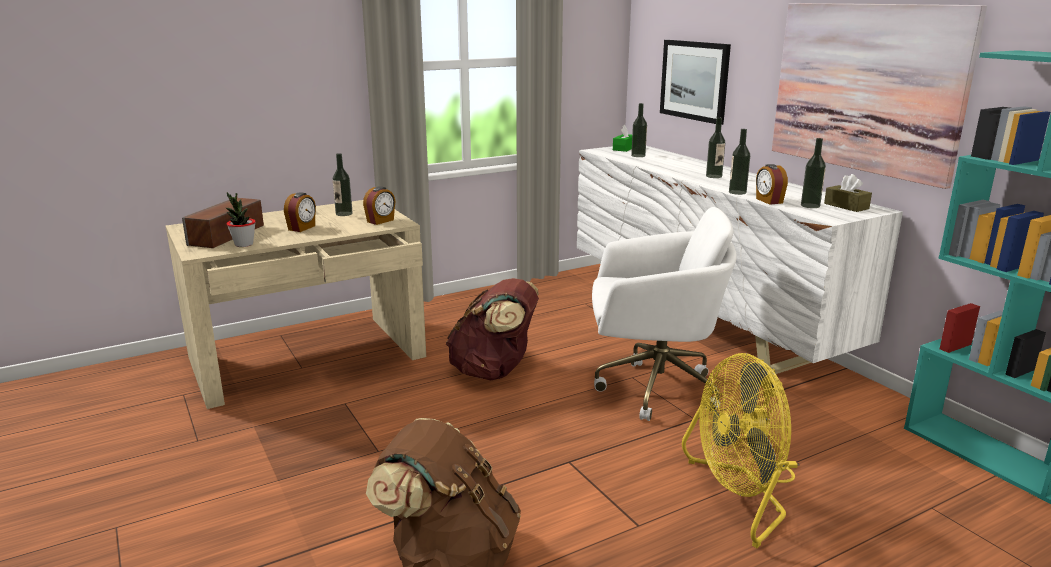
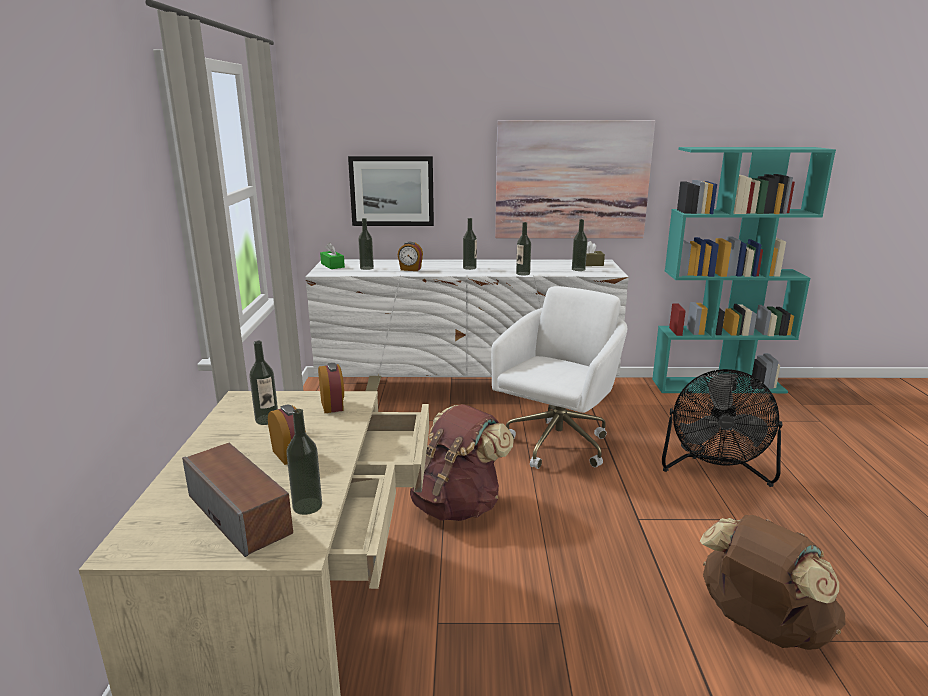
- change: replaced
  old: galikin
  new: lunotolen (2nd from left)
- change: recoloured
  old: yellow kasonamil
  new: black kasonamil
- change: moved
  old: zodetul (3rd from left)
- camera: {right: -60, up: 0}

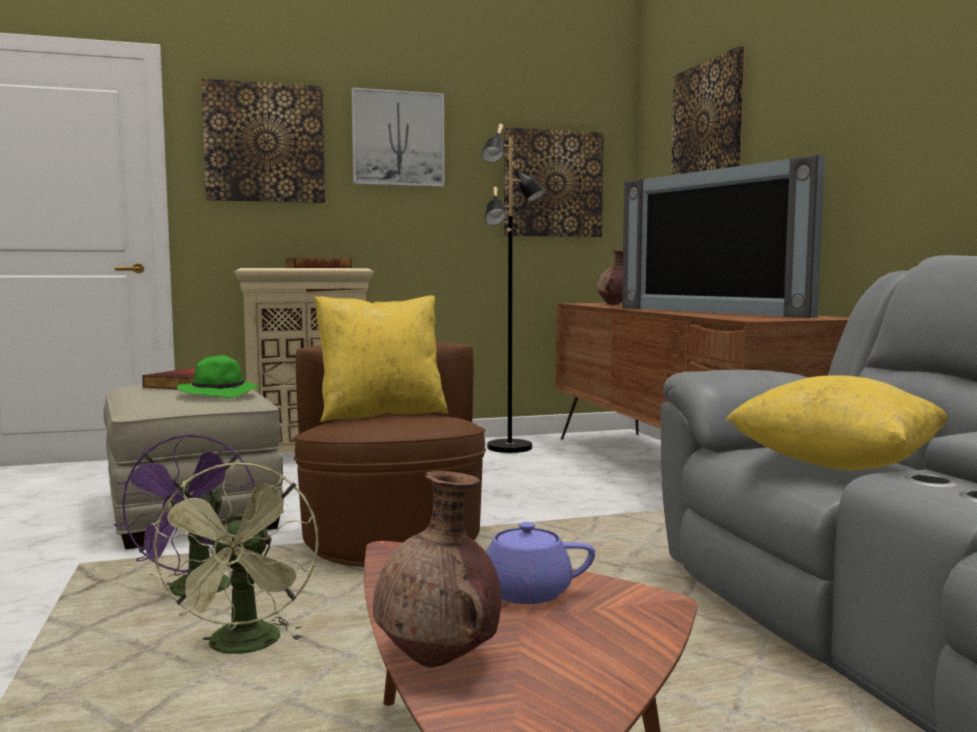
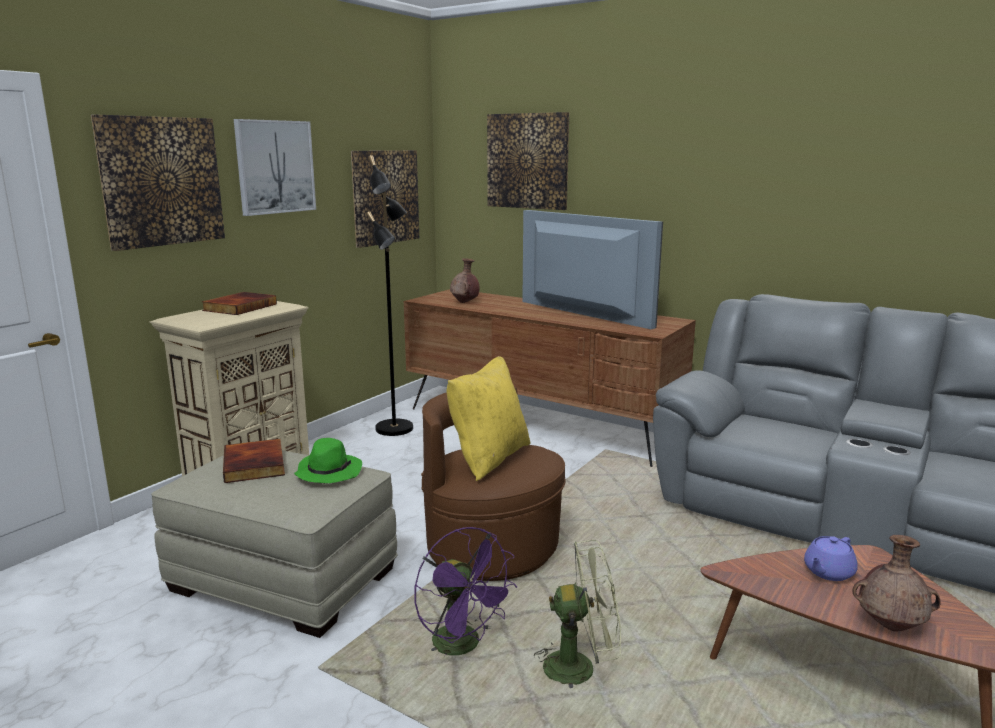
- change: turned
  old: green kasonamil
  degrees: -45
- change: turned
  old: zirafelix
  degrees: -150
- change: removed
  old: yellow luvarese (2nd from left)
- camera: {right: -40, up: 10}

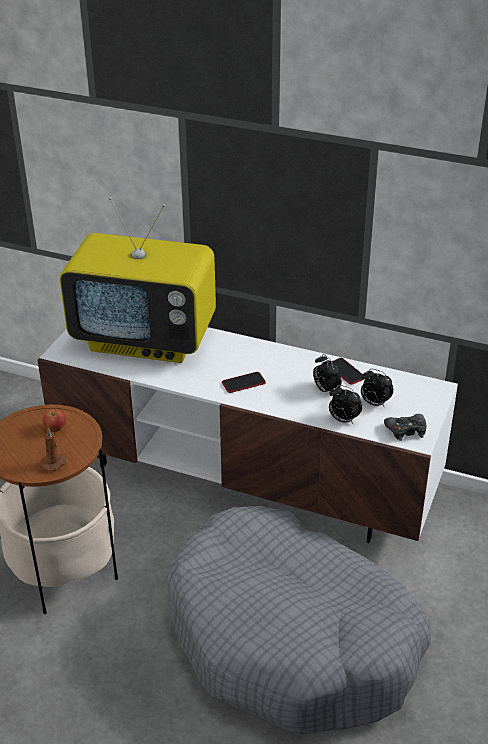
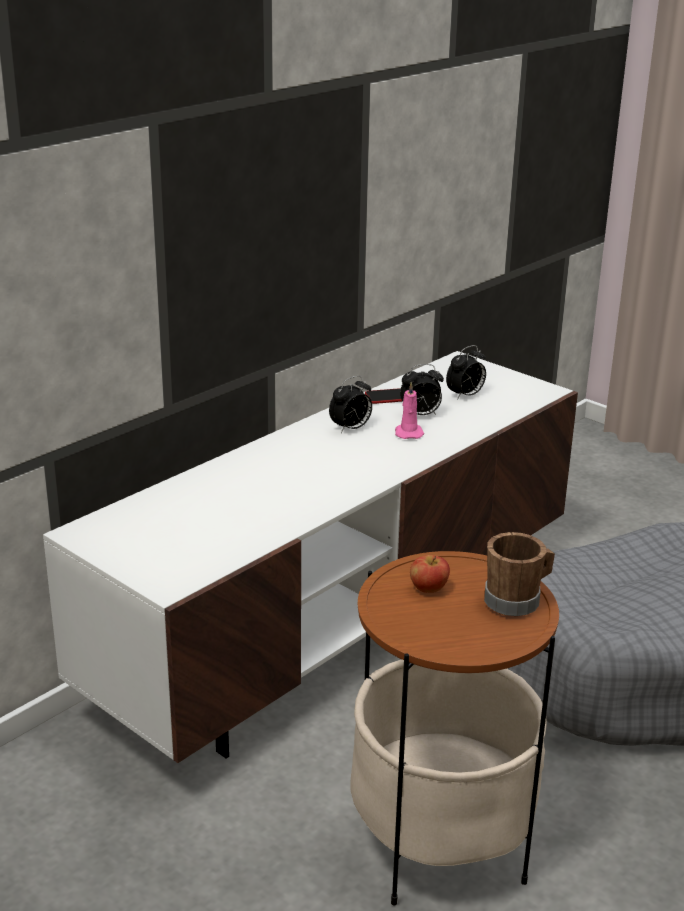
- change: replaced
  old: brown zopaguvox
  new: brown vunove
- change: removed
  old: zirafelix
- change: removed
  old: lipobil (1st from left)
- change: moved
  old: zodetul (2nd from left in the first image)
  new: zodetul (1st from left)
- change: removed
  old: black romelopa
- change: added
  new: pink zopaguvox
- camera: {right: -70, up: -10}

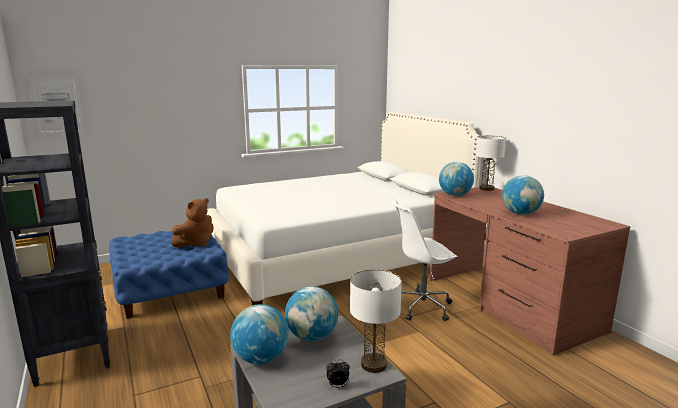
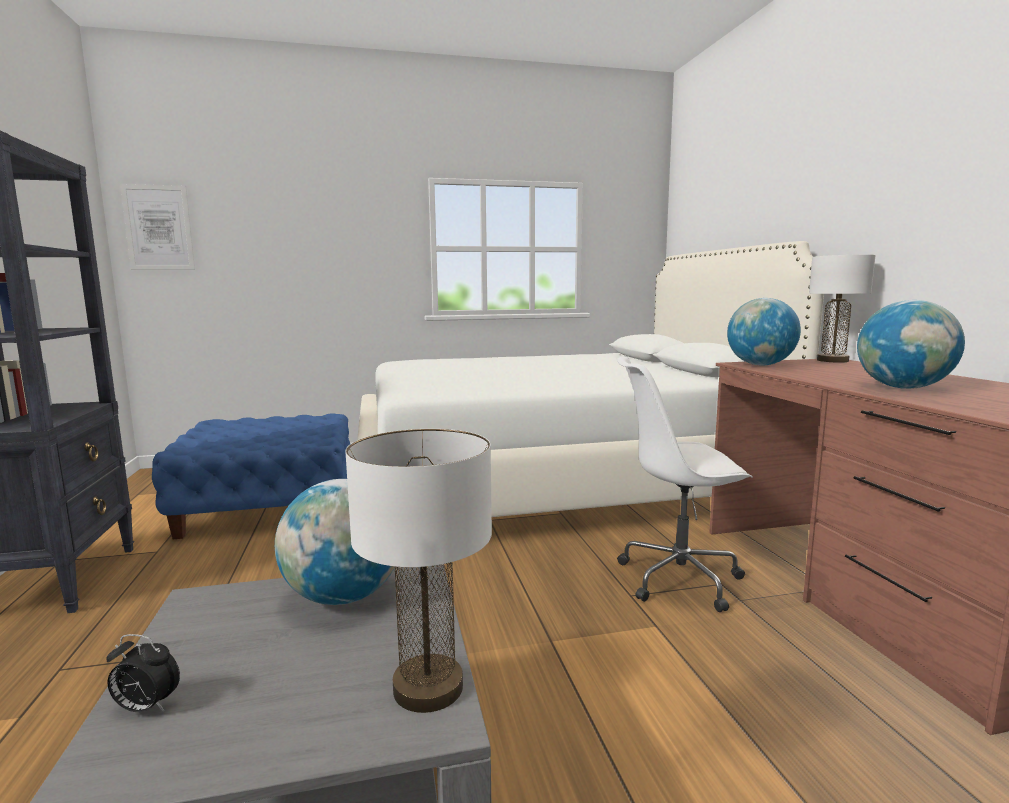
- change: removed
  old: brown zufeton
- change: removed
  old: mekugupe (1st from left)
- change: moved
  old: zodetul
- camera: {right: 15, up: -5}

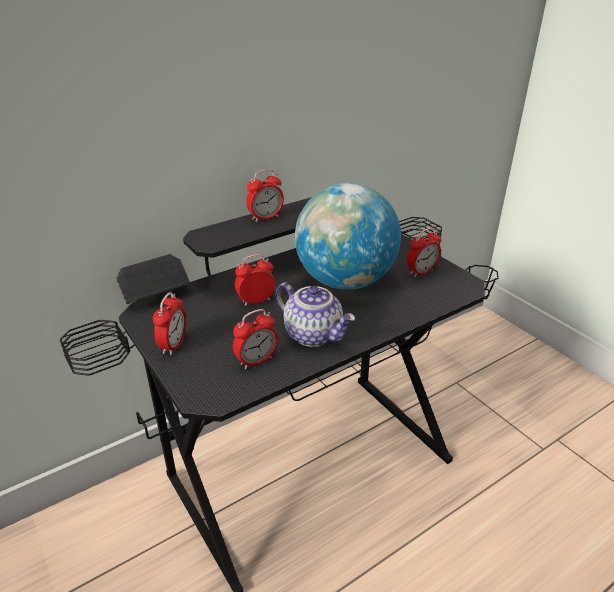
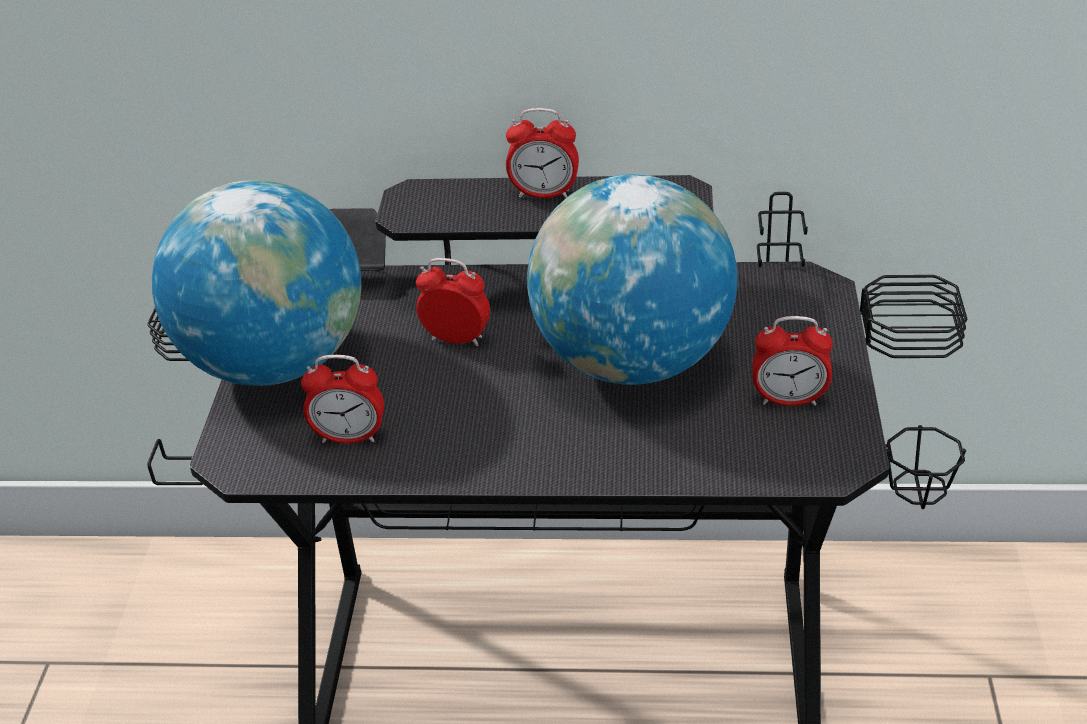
- change: replaced
  old: zodetul (1st from left)
  new: mekugupe (1st from left)
- change: removed
  old: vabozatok
- camera: {right: 40, up: 5}

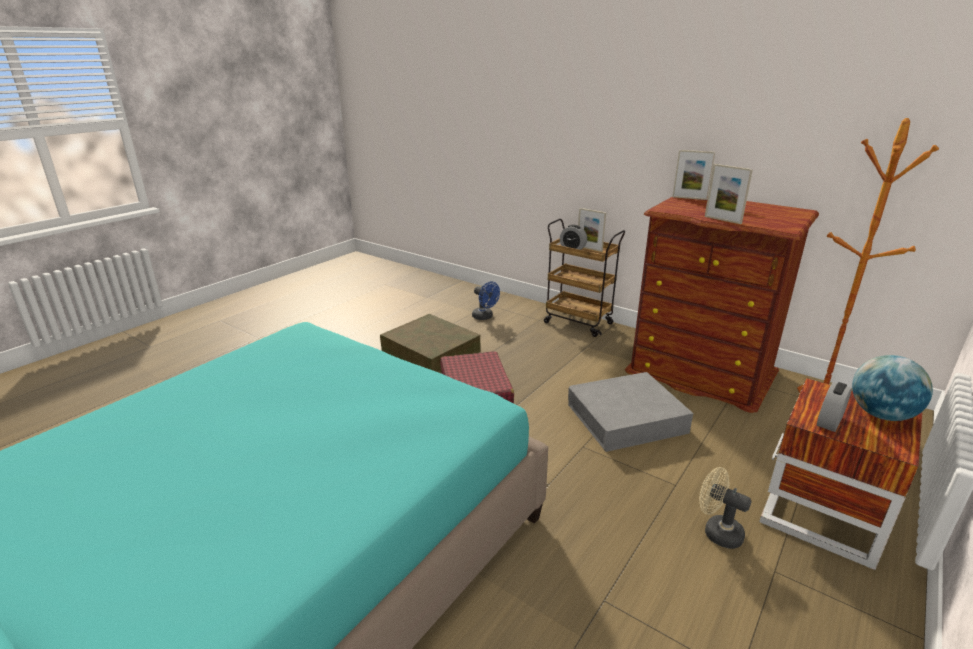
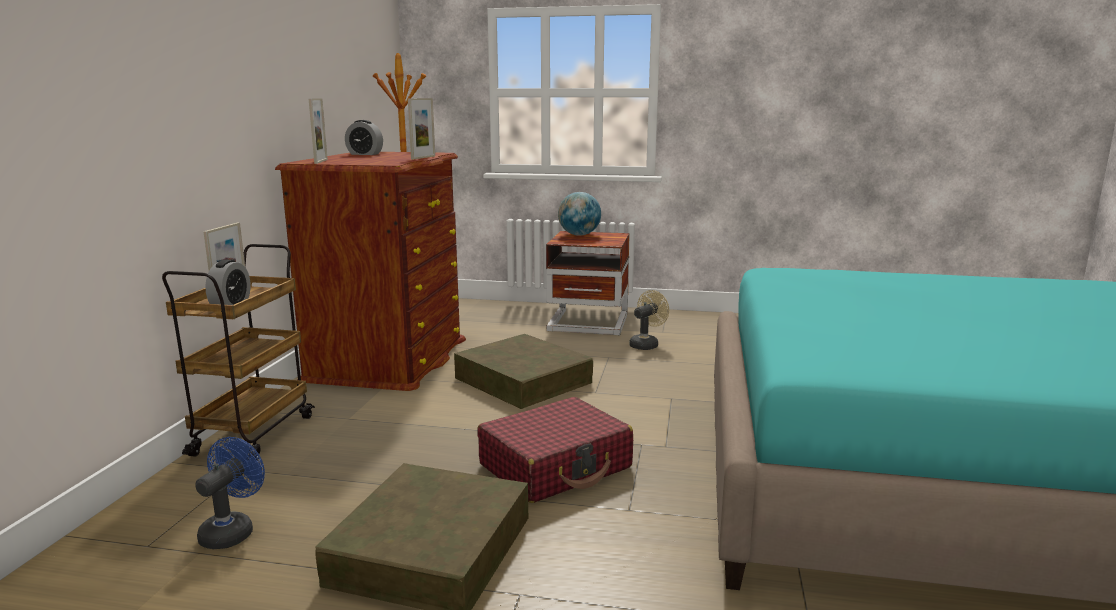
- change: recoloured
  old: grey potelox
  new: brown potelox (2nd from left)
- change: turned
  old: beige kasonamil
  degrees: -150
- change: moved
  old: zodetul (2nd from left)
- camera: {right: -115, up: -10}

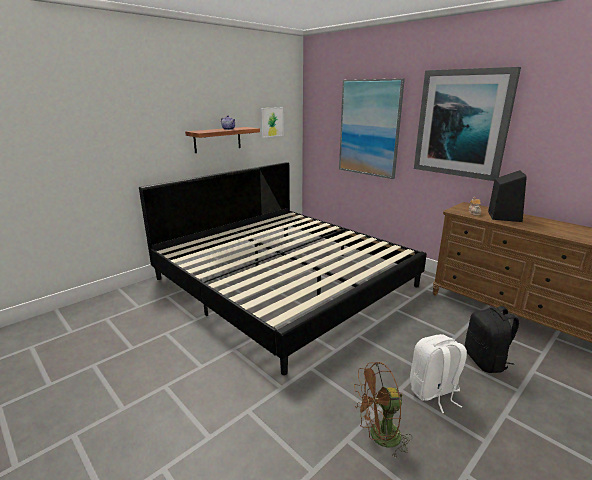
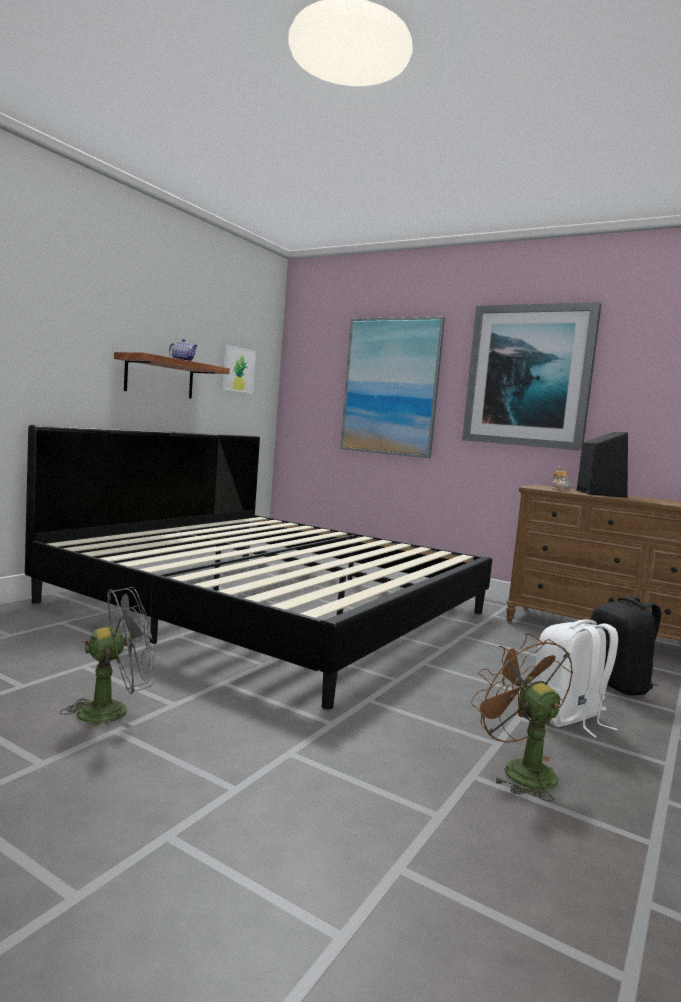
- change: turned
  old: brown kasonamil
  degrees: 90
- change: added
  new: grey kasonamil
- camera: {right: -15, up: -15}

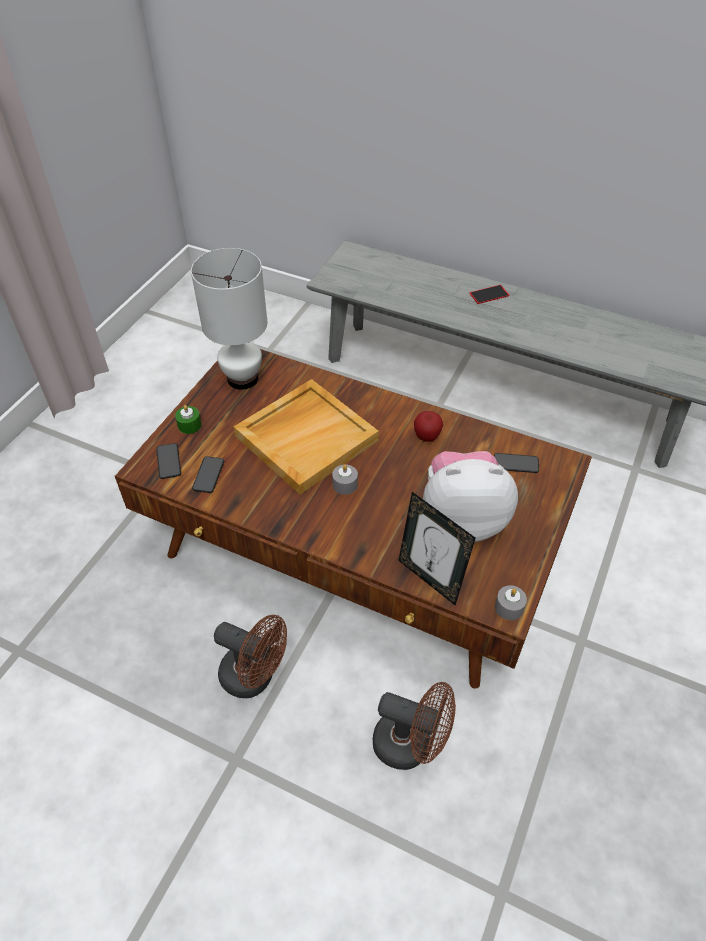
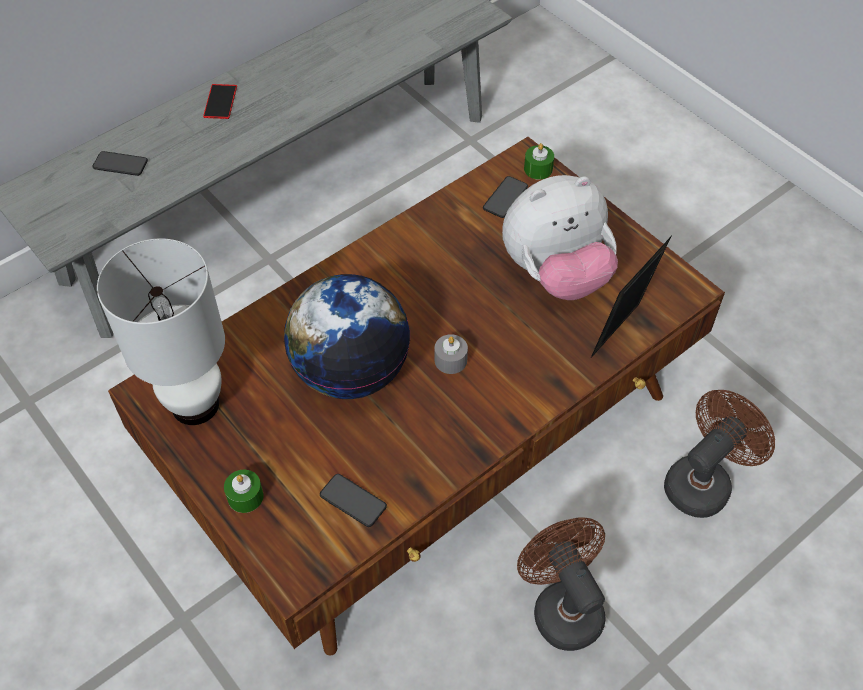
- change: moved
  old: lipobil (1st from left)
- change: turned
  old: brown kasonamil (1st from left)
  degrees: -75
- change: replaced
  old: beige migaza
  new: mekugupe
- change: turned
  old: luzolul
  degrees: 150
- change: removed
  old: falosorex
- change: turned
  old: zufeton
  degrees: -135
- change: removed
  old: grey zopaguvox (2nd from left)
- change: added
  new: green zopaguvox (2nd from left)
- camera: {right: -65, up: 5}

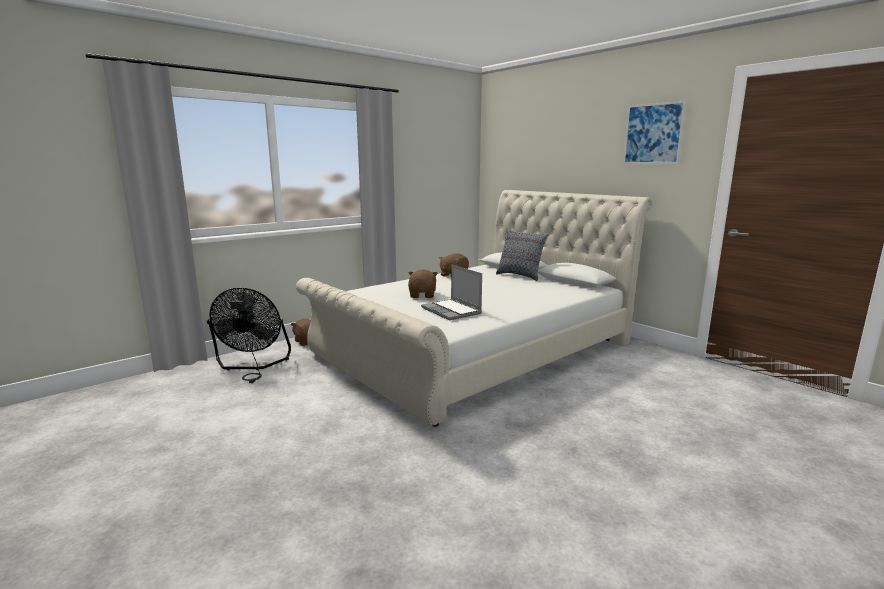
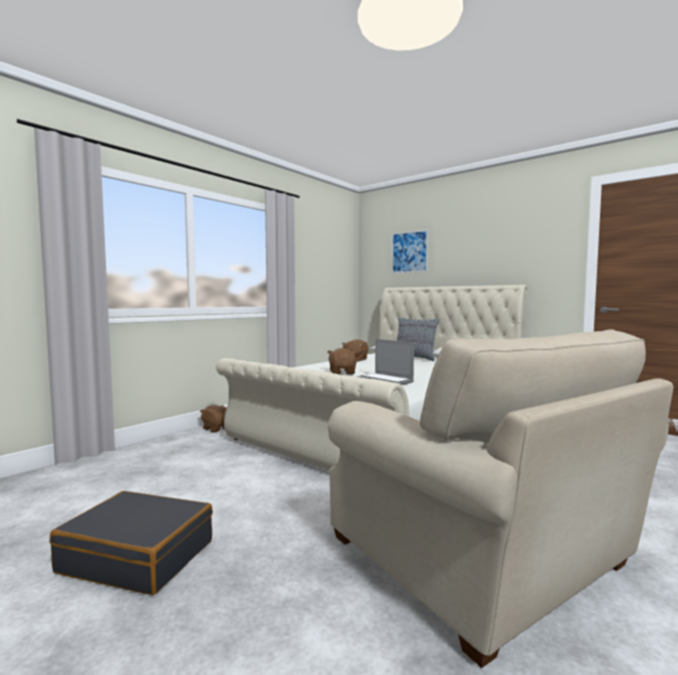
- change: removed
  old: black kasonamil
- change: moved
  old: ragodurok
- change: added
  new: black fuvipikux
- change: added
  new: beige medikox
- camera: {right: -10, up: -10}

